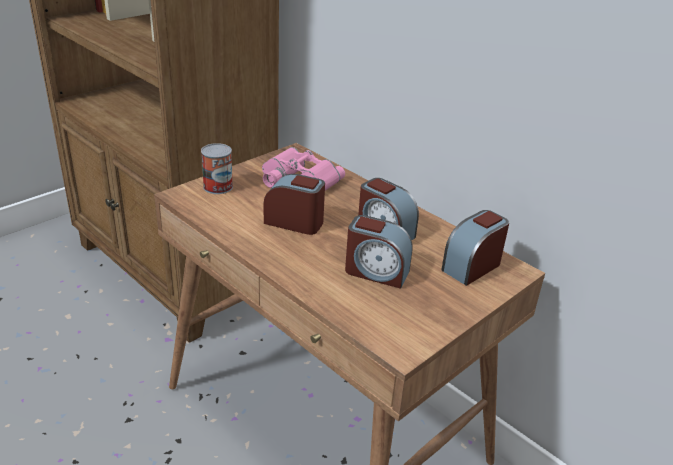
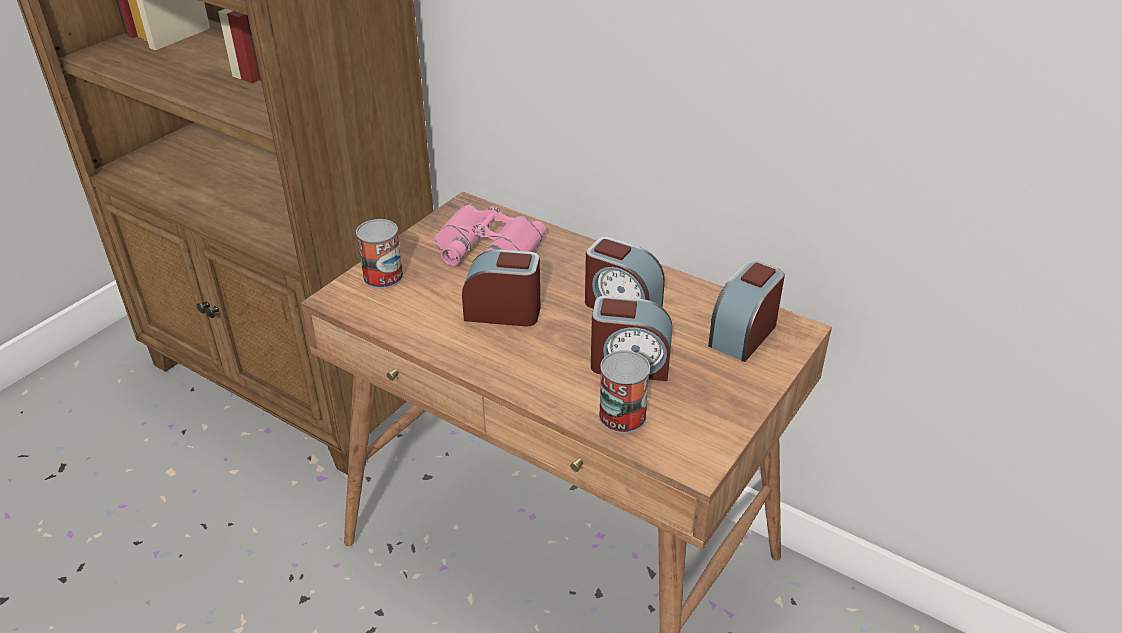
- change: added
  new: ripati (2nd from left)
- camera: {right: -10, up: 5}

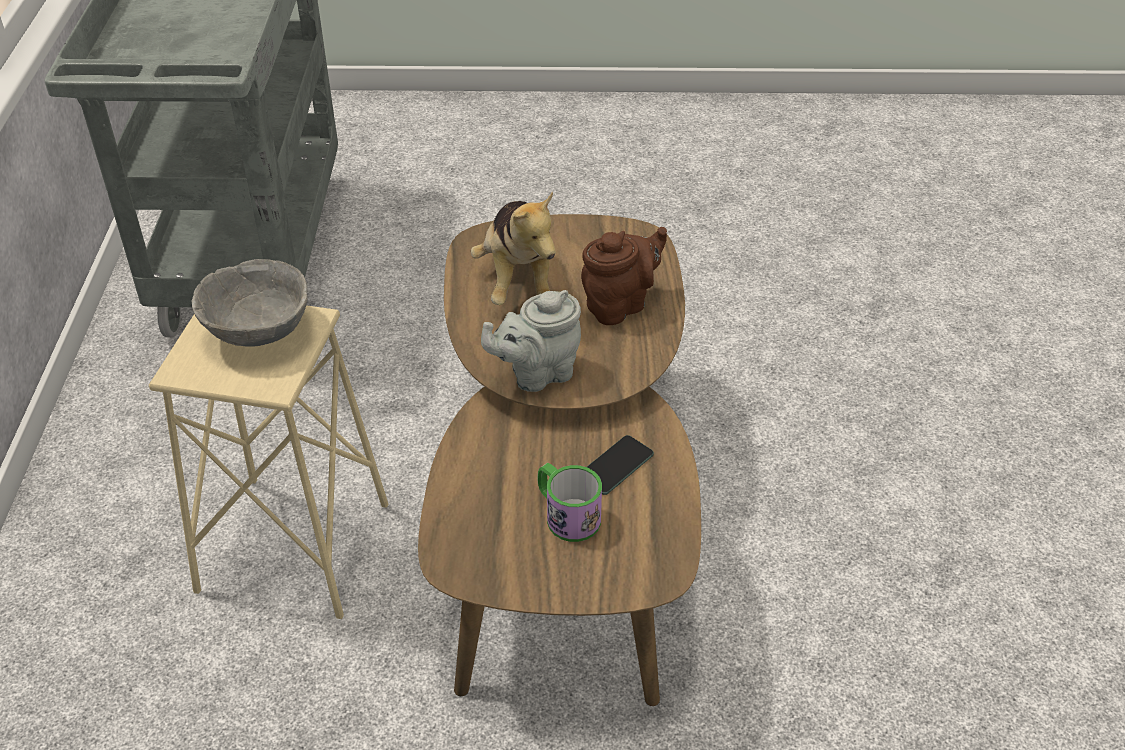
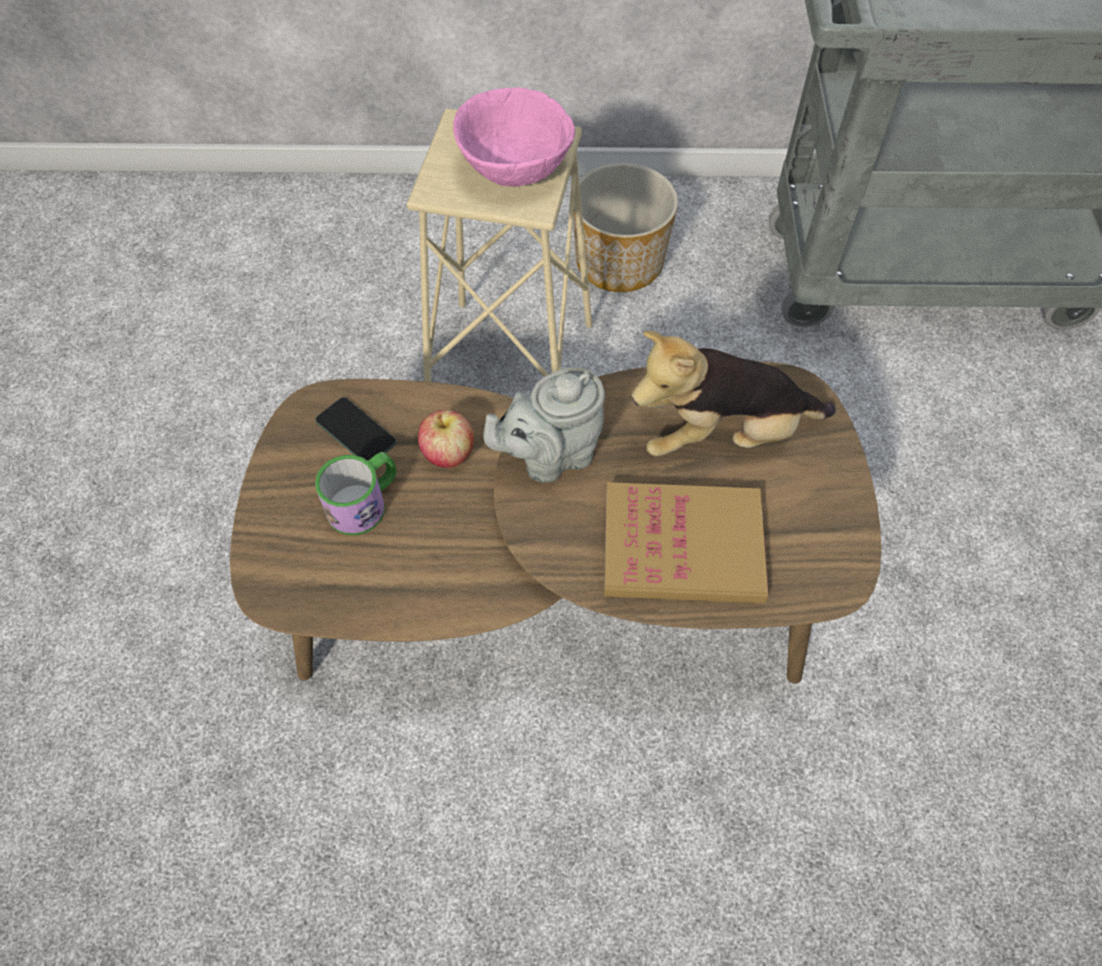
- change: recoloured
  old: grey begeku
  new: pink begeku
- change: turned
  old: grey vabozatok
  degrees: -90
- change: replaced
  old: brown vabozatok
  new: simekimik
- change: moved
  old: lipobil
- change: added
  new: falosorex
- change: added
  new: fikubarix
- camera: {right: 90, up: 15}

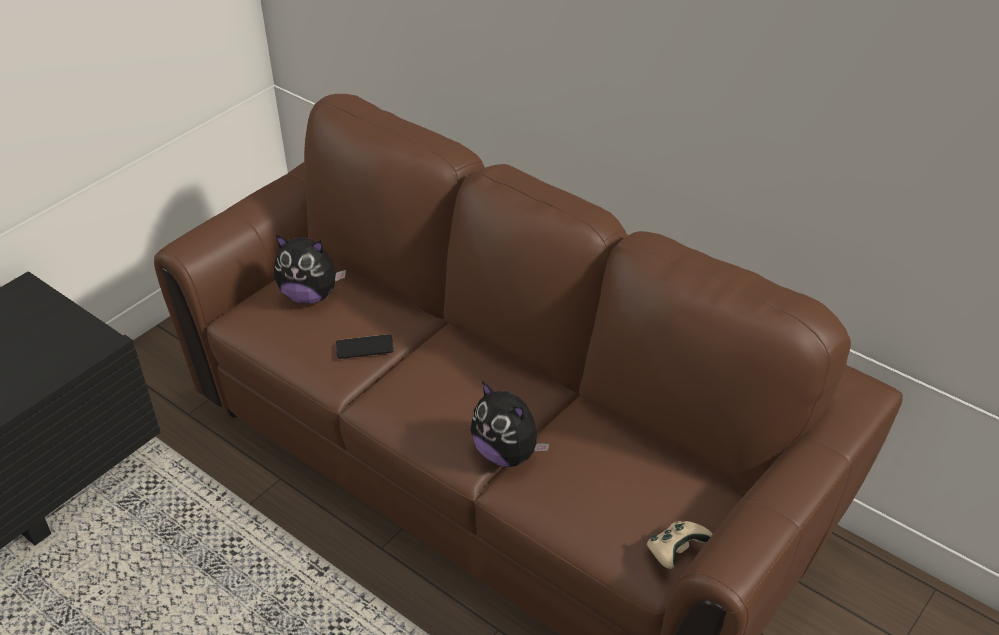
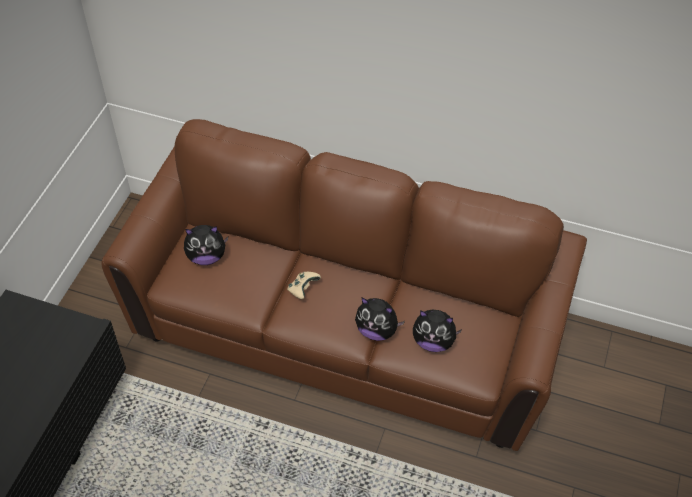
- change: removed
  old: lipobil
- change: moved
  old: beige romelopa
- change: added
  new: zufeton (3rd from left)
- camera: {right: -20, up: 10}

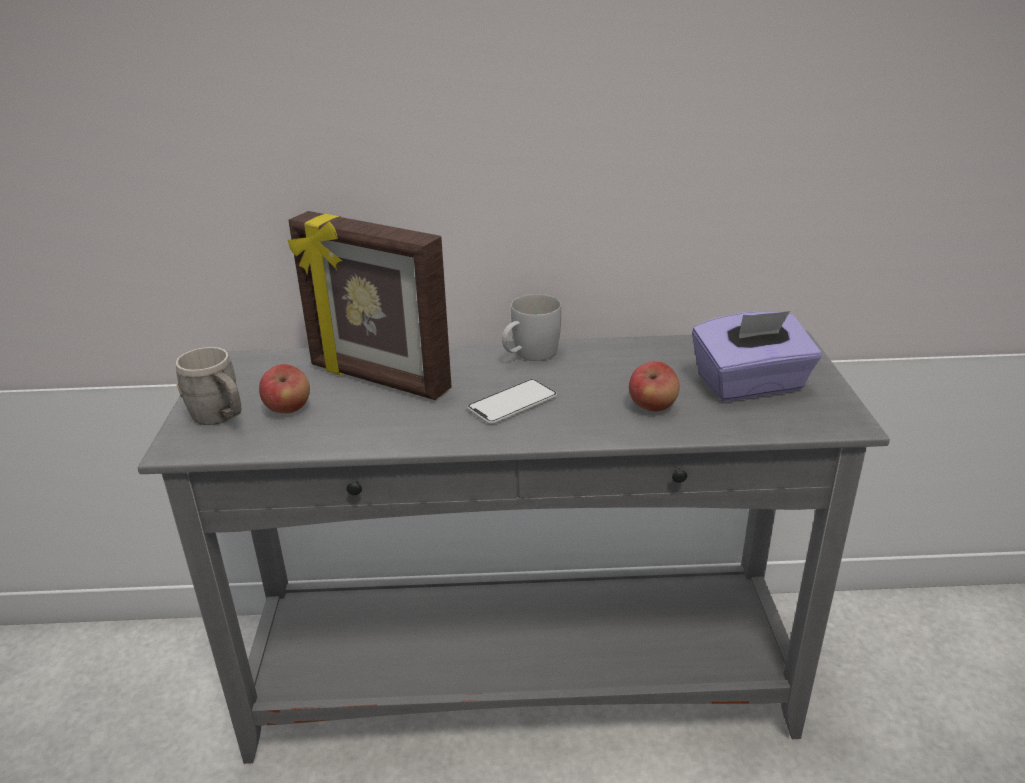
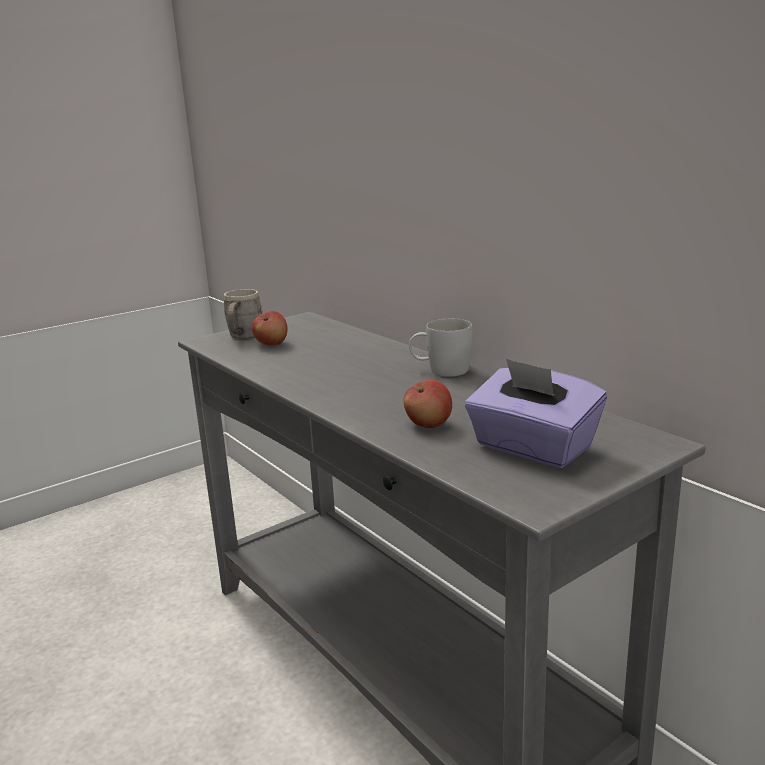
- change: removed
  old: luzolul
- change: removed
  old: lipobil
- camera: {right: 55, up: -10}

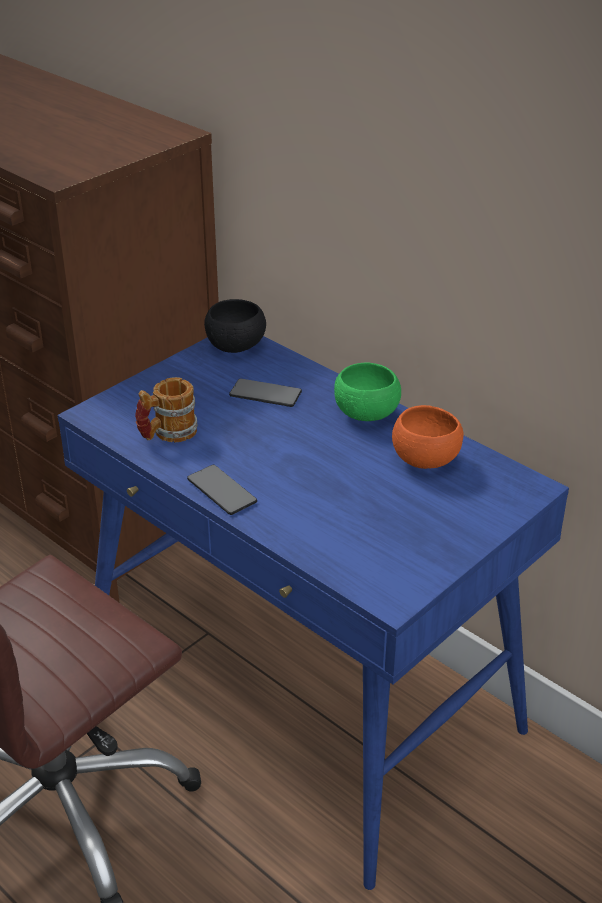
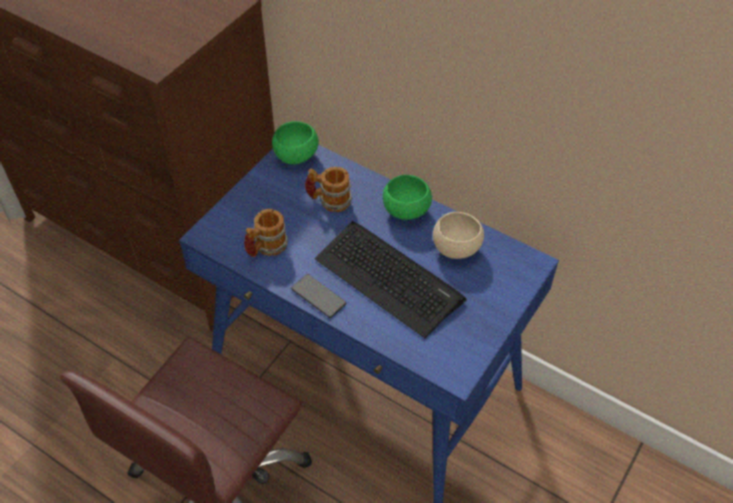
- change: recoloured
  old: black begeku
  new: green begeku (1st from left)
- change: replaced
  old: lipobil (2nd from left)
  new: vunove (2nd from left)
- change: recoloured
  old: orange begeku
  new: beige begeku
- change: added
  new: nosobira
- camera: {right: -10, up: 15}

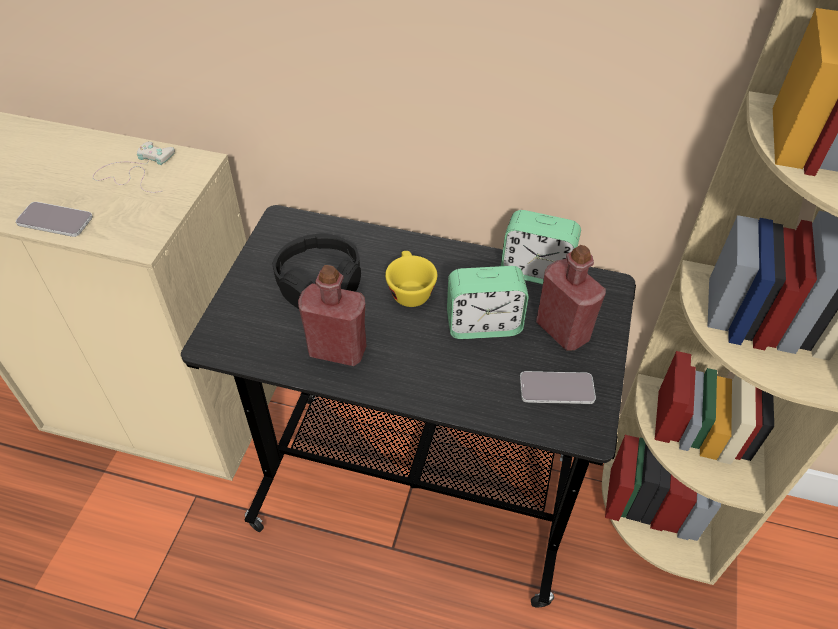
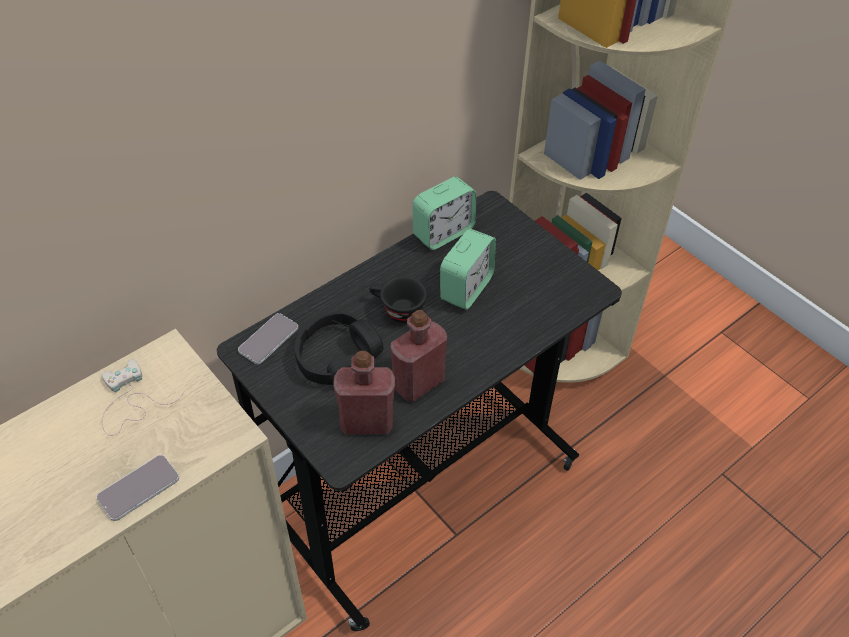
- change: recoloured
  old: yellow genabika
  new: black genabika
- change: moved
  old: lipobil (2nd from left)
- change: moved
  old: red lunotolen (2nd from left in the first image)
  new: red lunotolen (1st from left)
- camera: {right: -55, up: 0}

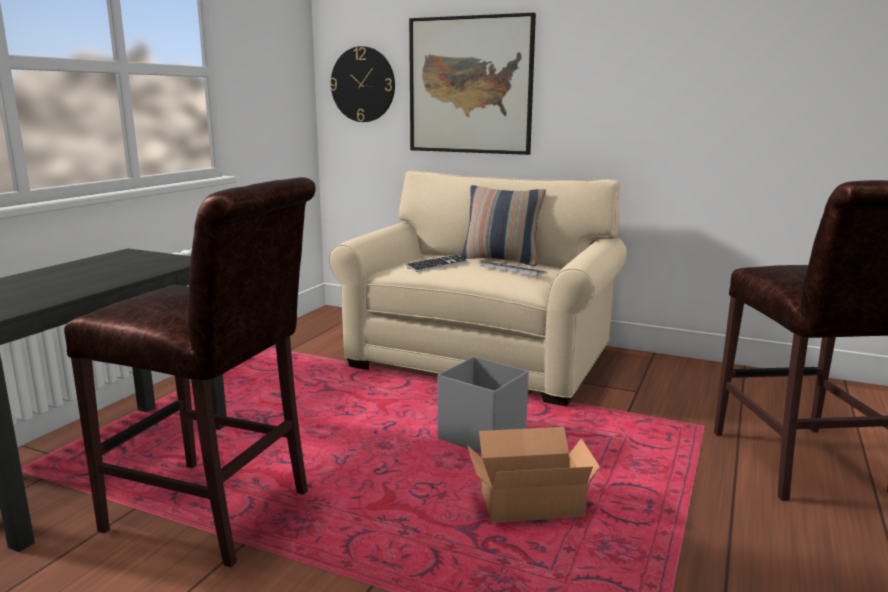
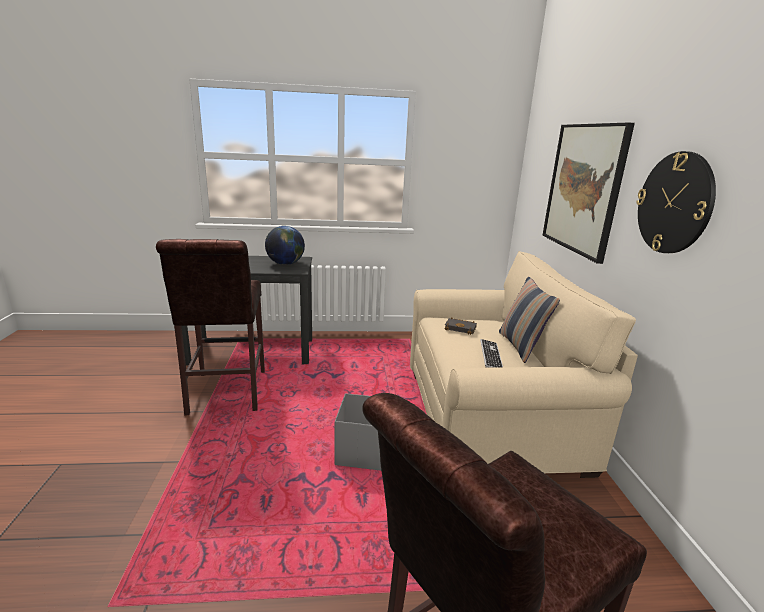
- change: moved
  old: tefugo
- change: replaced
  old: nosobira (1st from left)
  new: black simekimik
- change: removed
  old: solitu
- change: added
  new: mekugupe
- camera: {right: 60, up: 5}

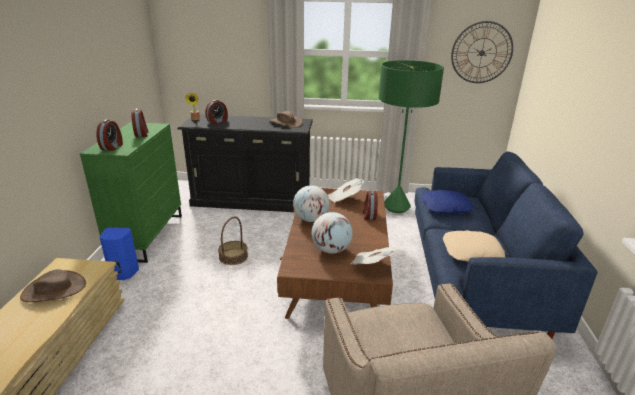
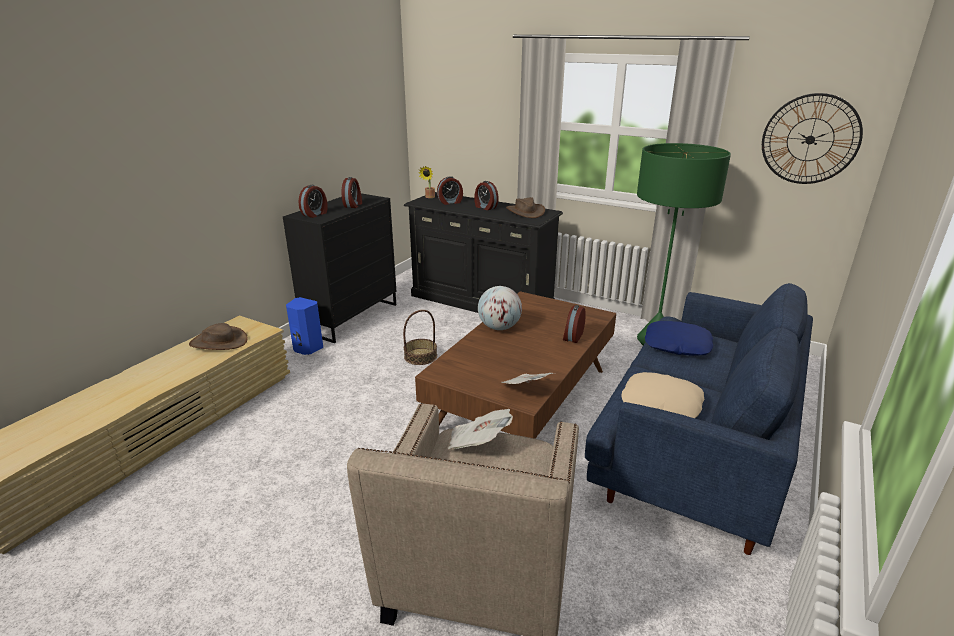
- change: recoloured
  old: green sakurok
  new: black sakurok
- change: removed
  old: mekugupe (2nd from left)
- change: moved
  old: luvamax (1st from left)
- change: added
  new: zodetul (4th from left)
- camera: {right: 25, up: 0}

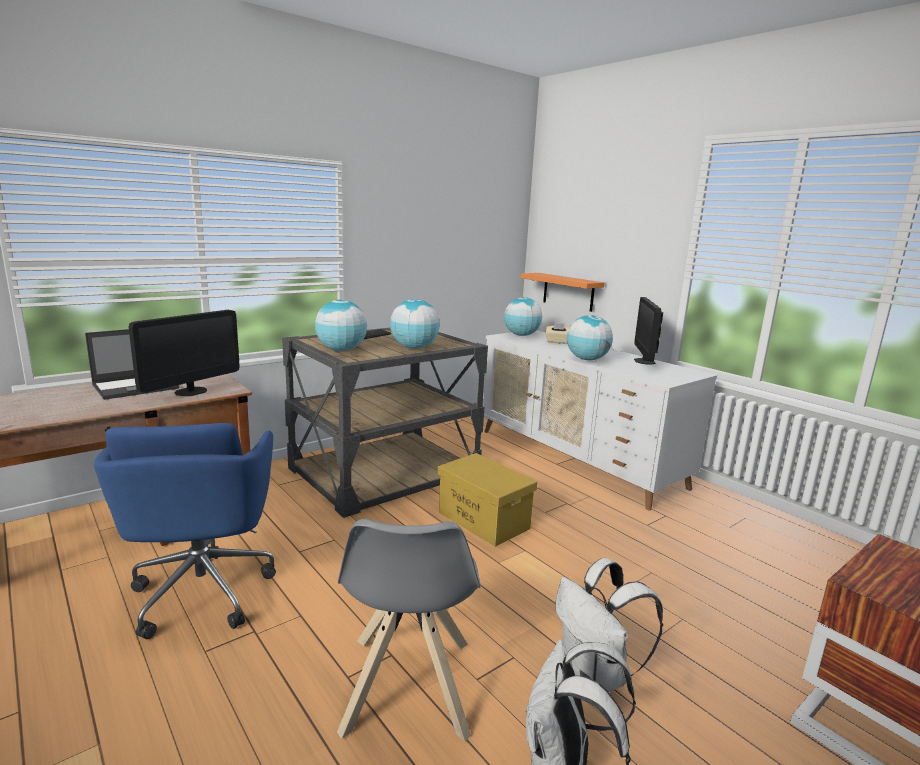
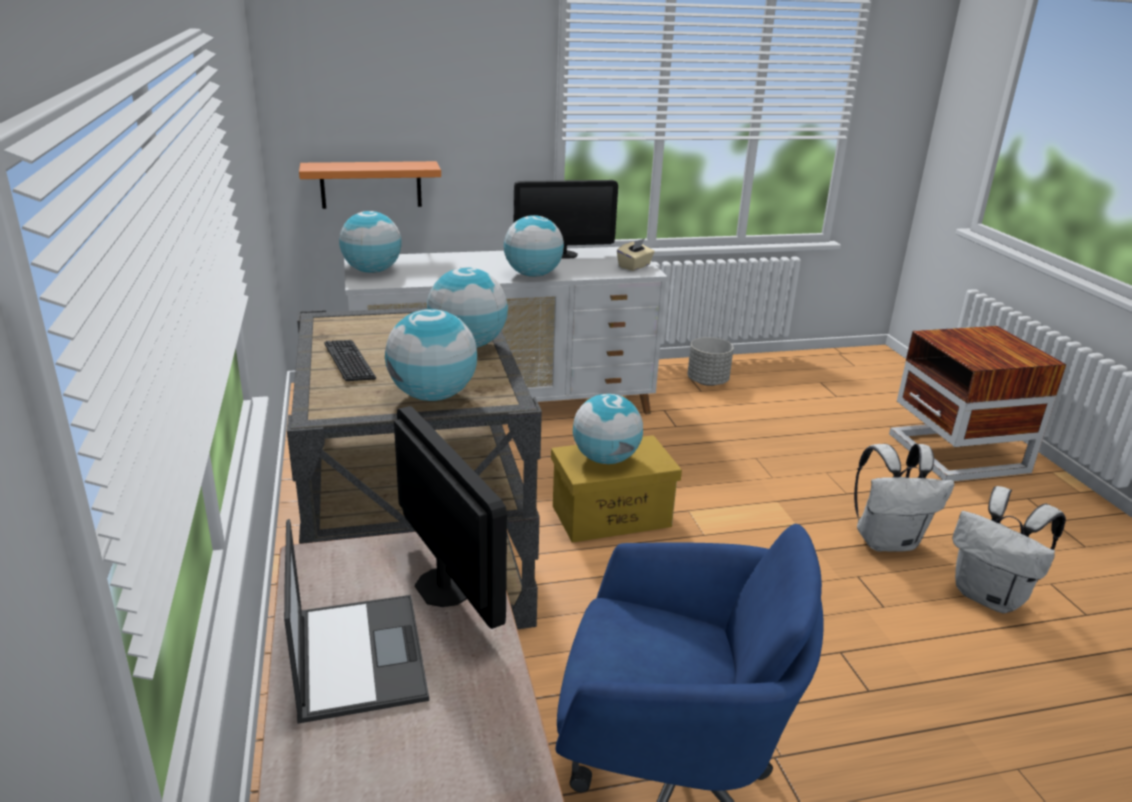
- change: removed
  old: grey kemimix
- change: moved
  old: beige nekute
- change: turned
  old: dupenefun (2nd from left)
  degrees: -45
- change: added
  new: mekugupe (5th from left)
- change: added
  new: grey fikubarix
- camera: {right: -65, up: 10}

